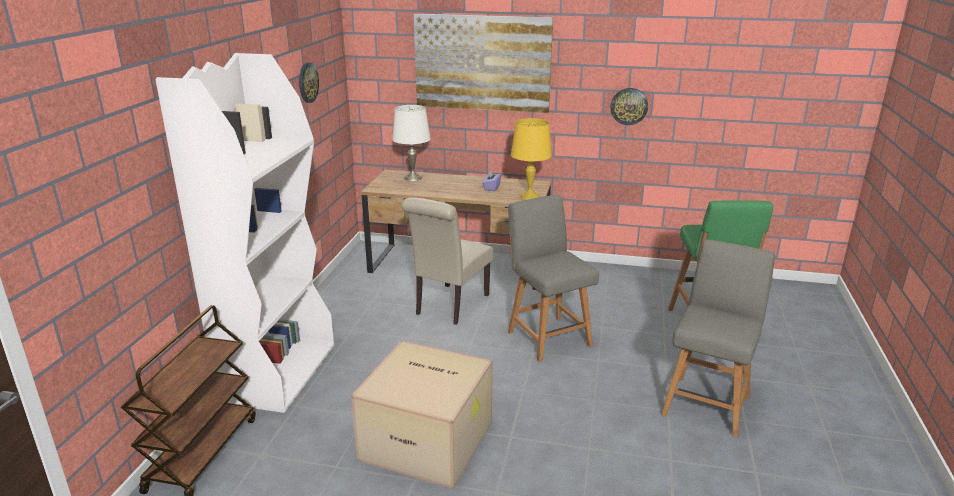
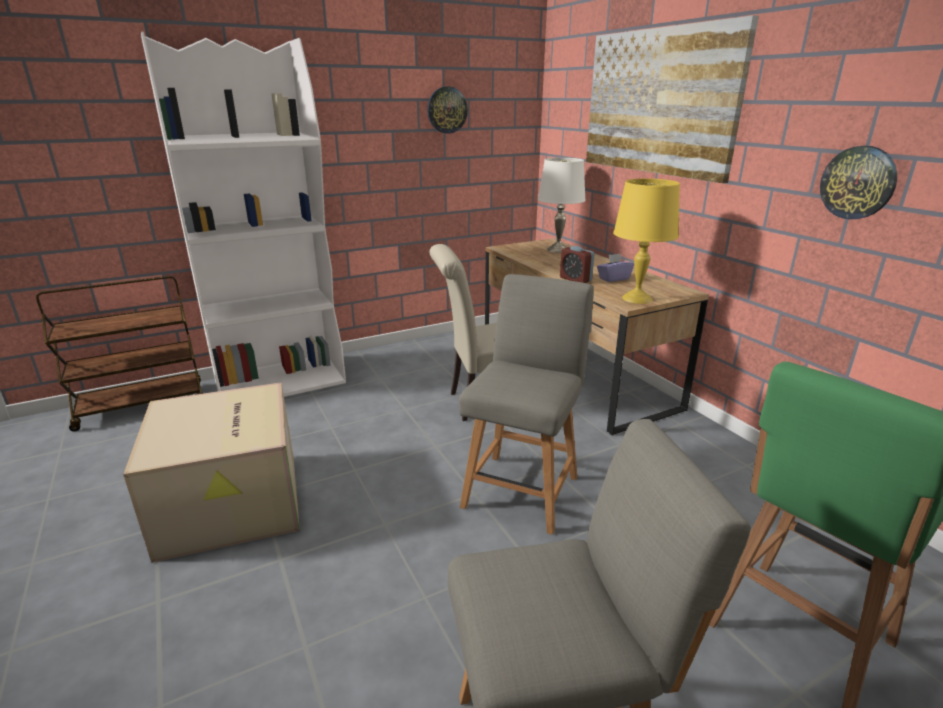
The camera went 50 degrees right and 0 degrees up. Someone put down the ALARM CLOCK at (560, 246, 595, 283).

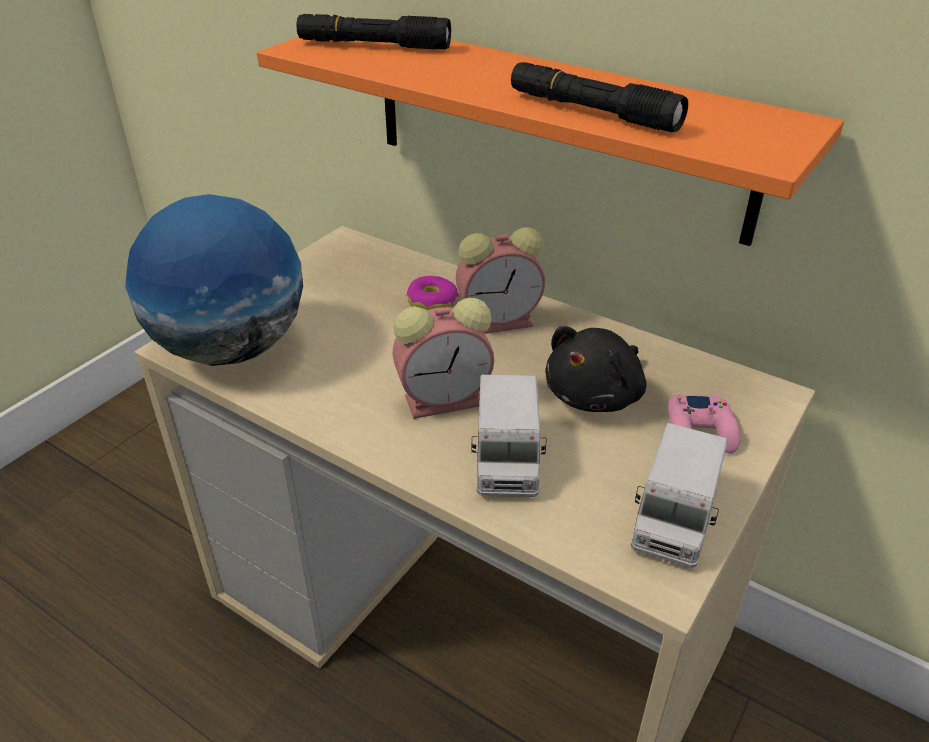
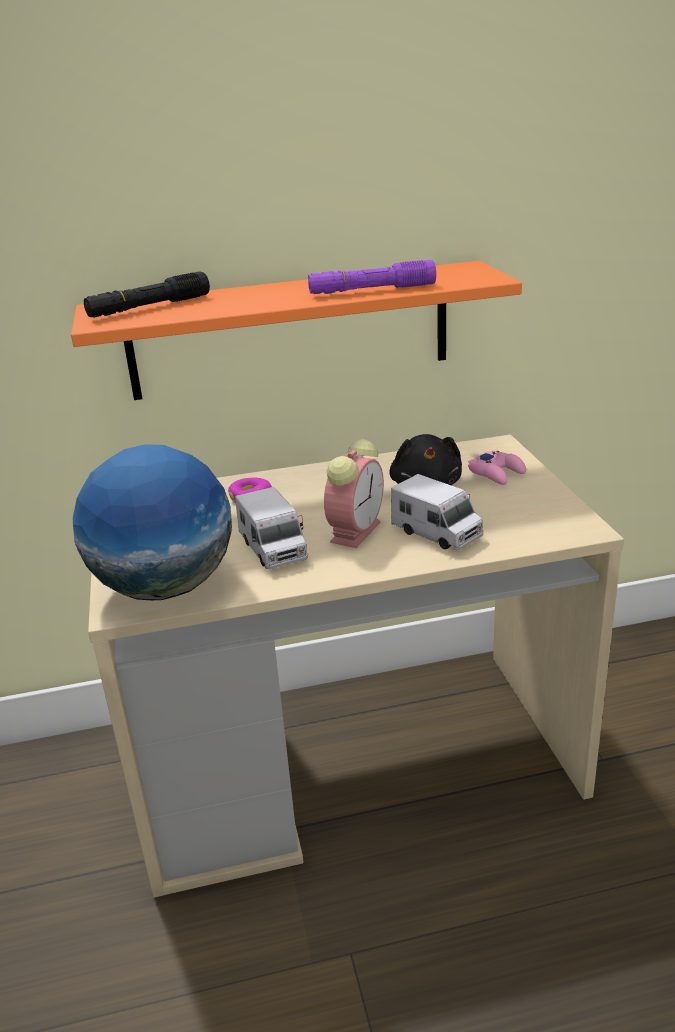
The camera went 45 degrees left and 10 degrees down. Someone took away the ALARM CLOCK at (456, 227, 545, 334). Someone carried the TOY TRUCK from (631, 423, 728, 568) to (235, 487, 308, 569). Someone repainted the BLACK FLASHLIGHT at (511, 62, 688, 132), which became the PURPLE FLASHLIGHT at (308, 260, 436, 294).

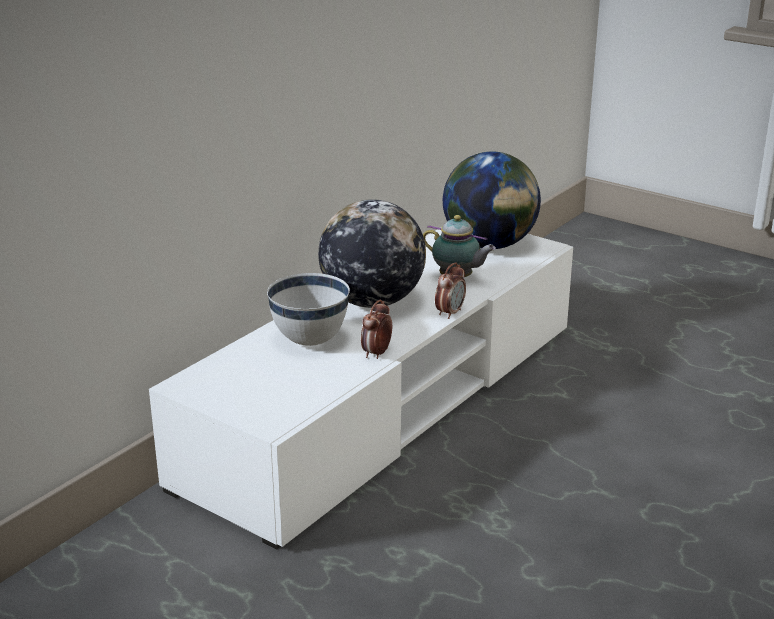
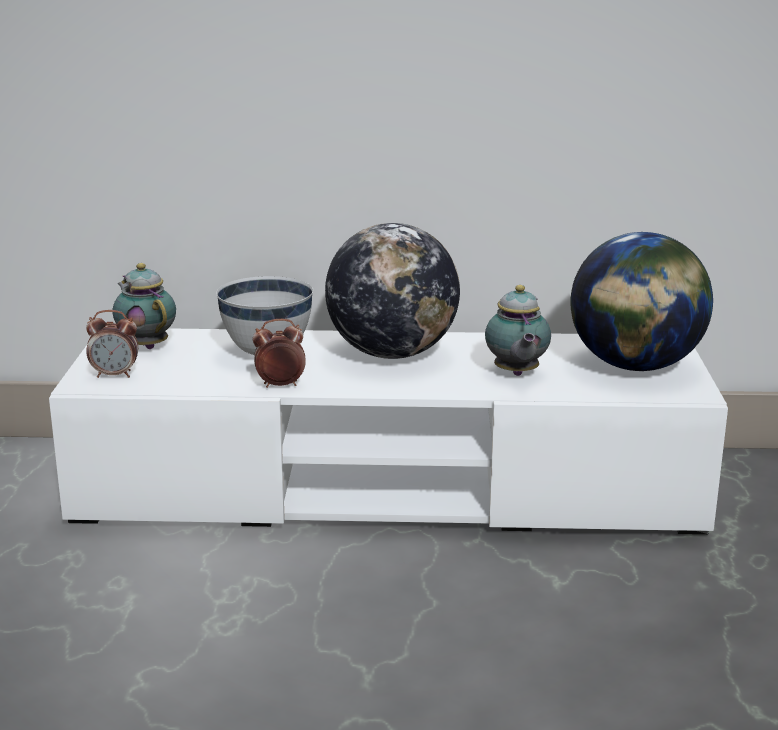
The camera went 55 degrees right and 5 degrees down. Someone put down the TEAPOT at (112, 263, 176, 349). Someone carried the ALARM CLOCK from (435, 262, 466, 319) to (86, 310, 138, 378).

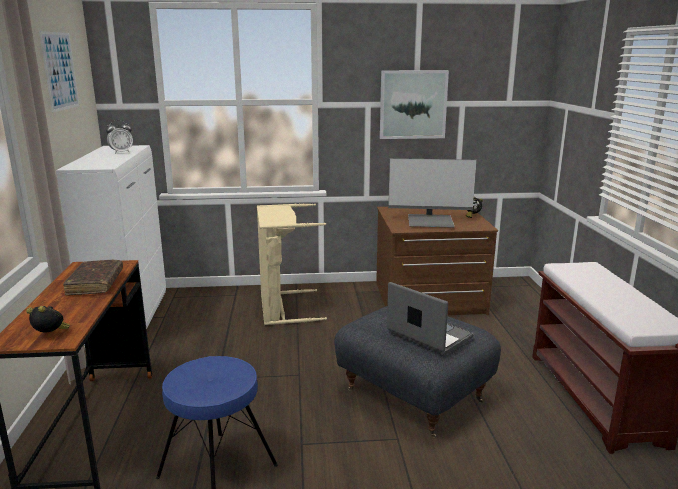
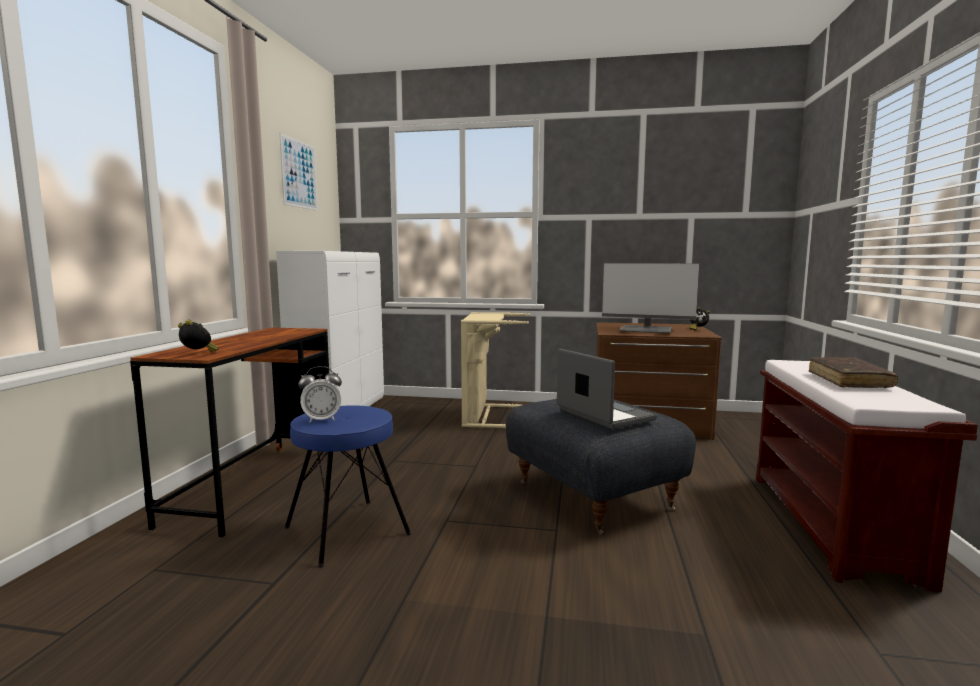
The camera went 15 degrees right and 10 degrees down. Someone took away the PICTURE at (380, 70, 449, 139). Someone carried the BROWN BOOK from (63, 260, 123, 295) to (809, 357, 898, 388). Someone carried the ALARM CLOCK from (106, 120, 133, 154) to (298, 366, 342, 423).

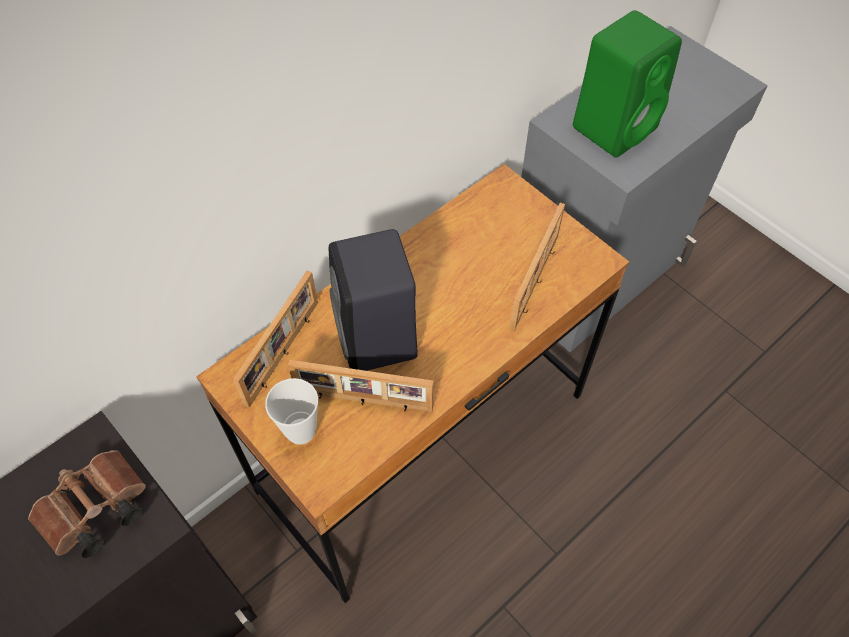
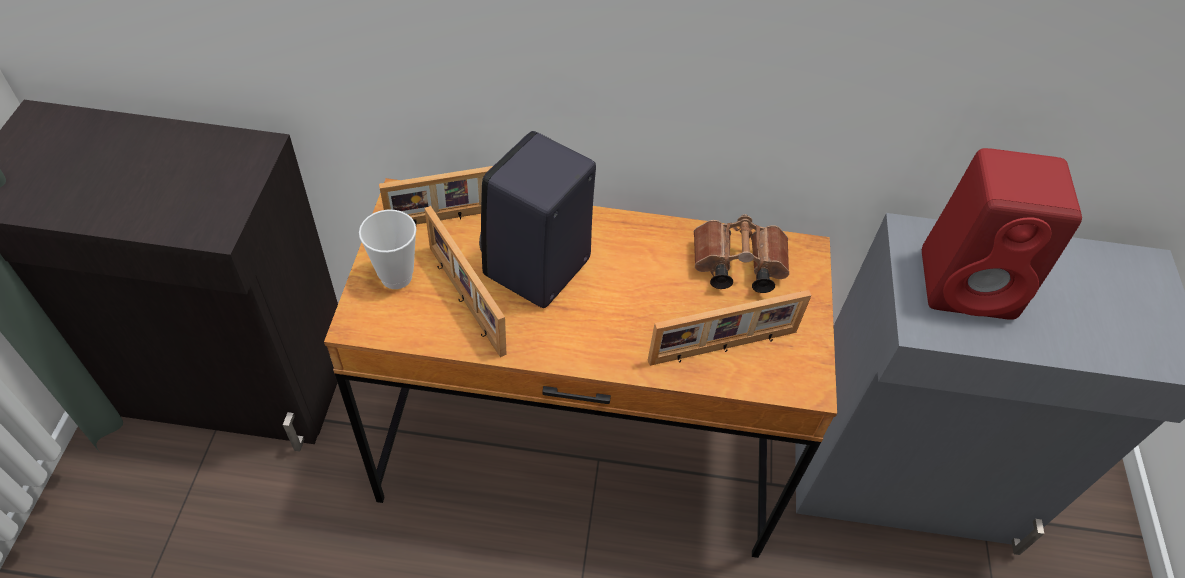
The camera went 45 degrees right and 5 degrees down. Someone carried the BROWN BINOCULARS from (28, 450, 146, 558) to (694, 214, 789, 293). Someone repainted the GREEN SPEAKER at (573, 10, 682, 157), which became the RED SPEAKER at (922, 148, 1082, 320).

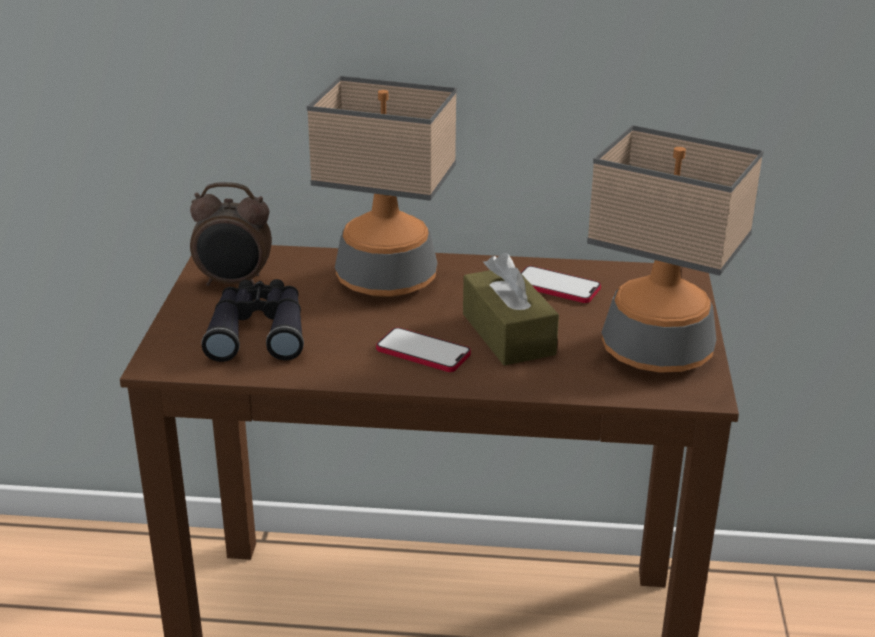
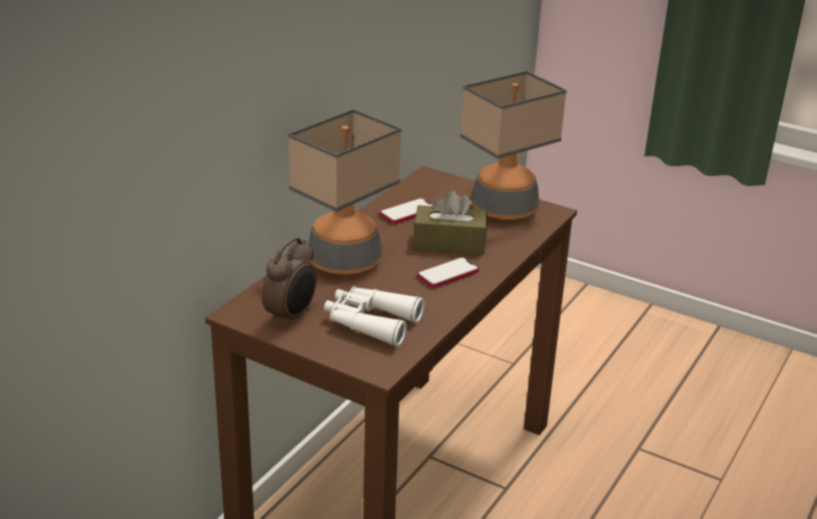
The camera went 65 degrees left and 0 degrees up. Someone repainted the BLACK BINOCULARS at (202, 279, 304, 362), which became the WHITE BINOCULARS at (324, 286, 425, 347).

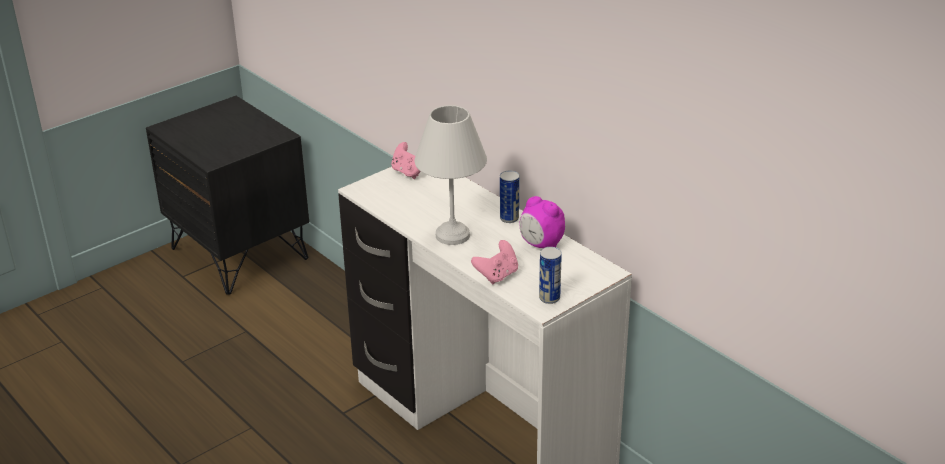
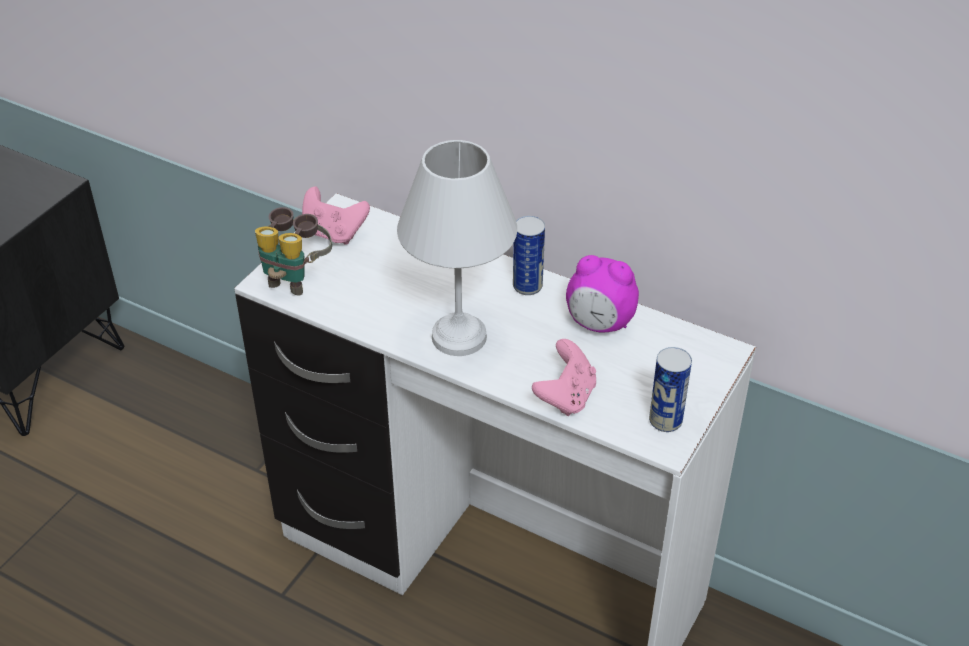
The camera went 20 degrees left and 10 degrees up. Someone put down the BINOCULARS at (255, 207, 332, 296).

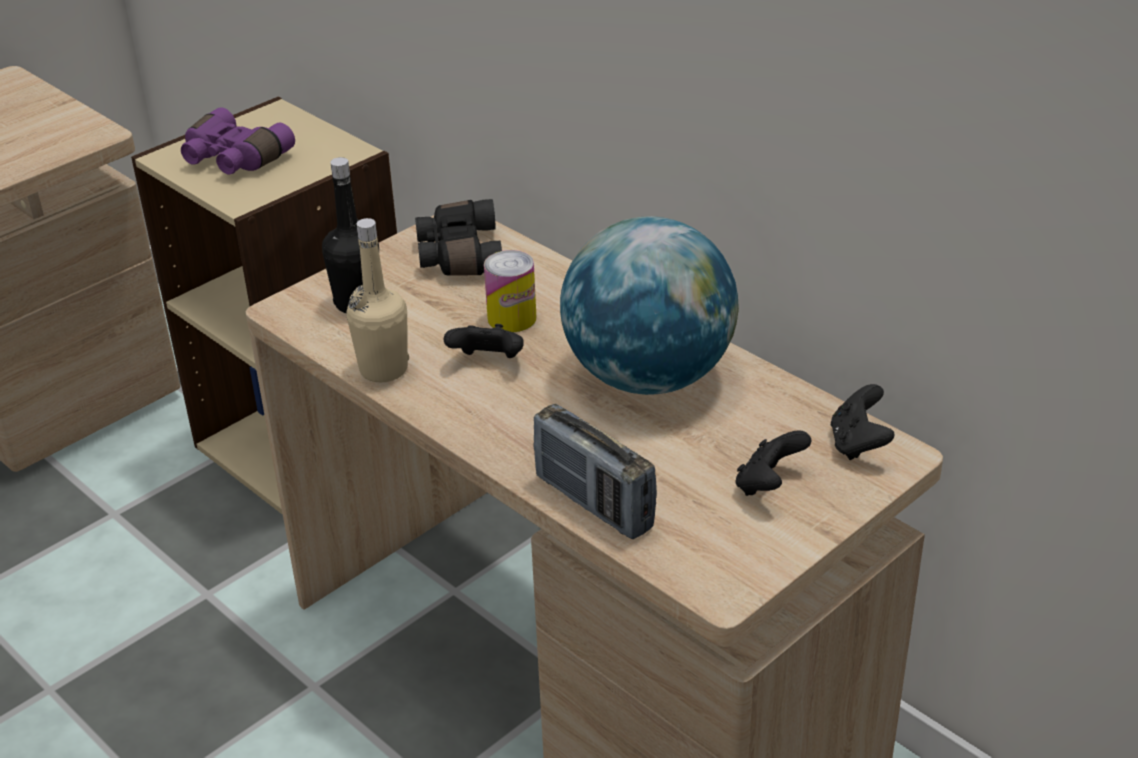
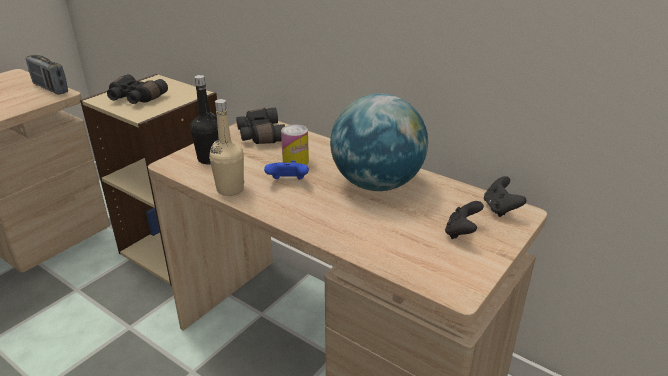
The camera went 10 degrees left and 5 degrees down. Someone carried the RADIO from (533, 404, 657, 539) to (26, 55, 68, 95). Someone repainted the PURPLE BINOCULARS at (181, 107, 295, 175), which became the BLACK BINOCULARS at (107, 74, 168, 104). Someone repainted the BLACK GAME CONTROLLER at (444, 324, 524, 358), which became the BLUE GAME CONTROLLER at (264, 160, 309, 180).

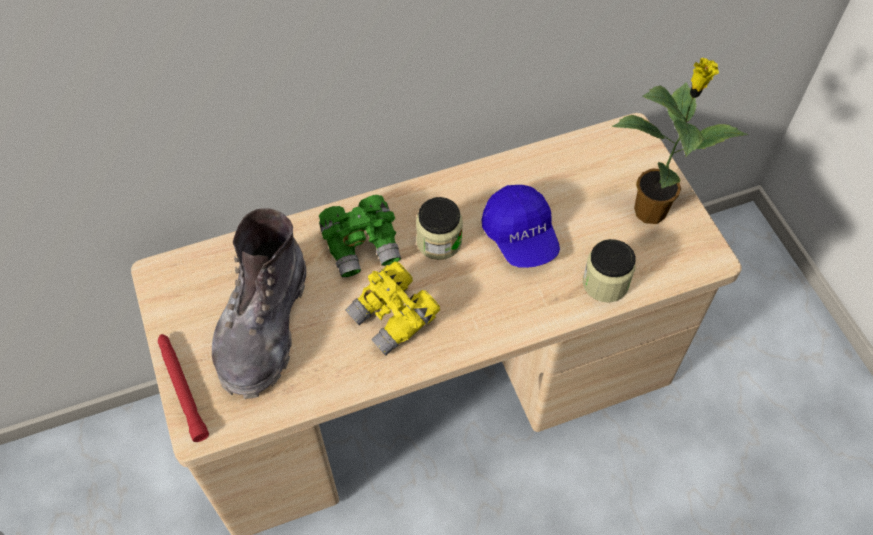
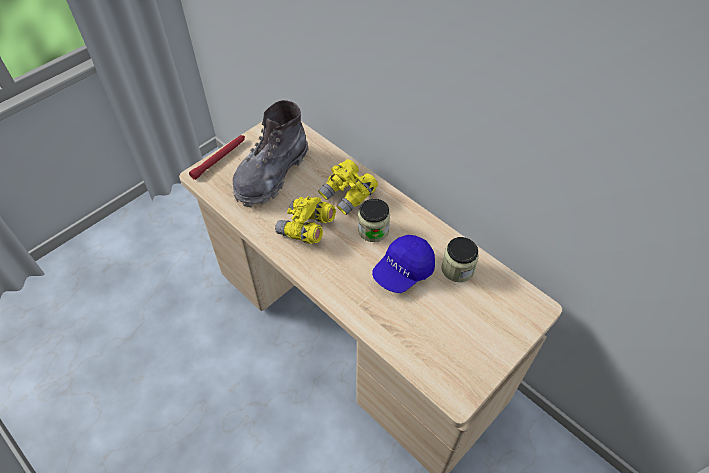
The camera went 65 degrees right and 5 degrees down. Someone took away the POTTED PLANT at (612, 58, 749, 224). Someone carried the JAR from (583, 239, 635, 302) to (442, 237, 479, 282). Someone repainted the GREEN BINOCULARS at (319, 195, 401, 278), which became the YELLOW BINOCULARS at (318, 159, 378, 215). Someone rotated the GREY BOOT at (212, 208, 306, 399) by 45 degrees counterclockwise.

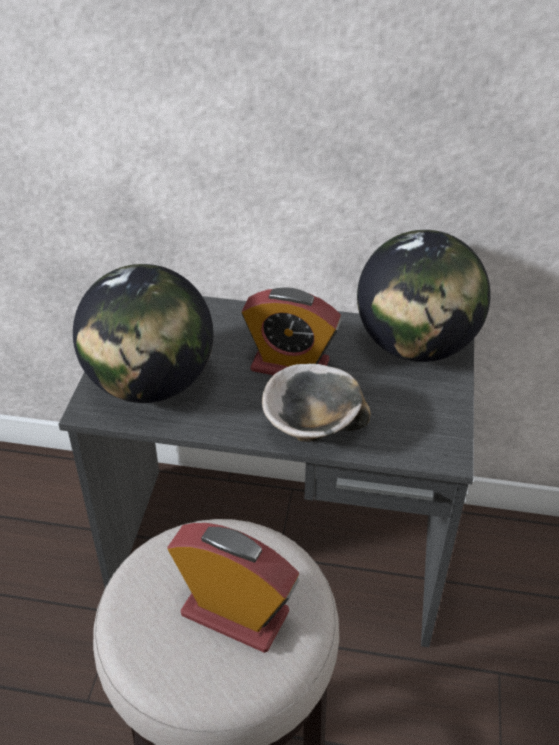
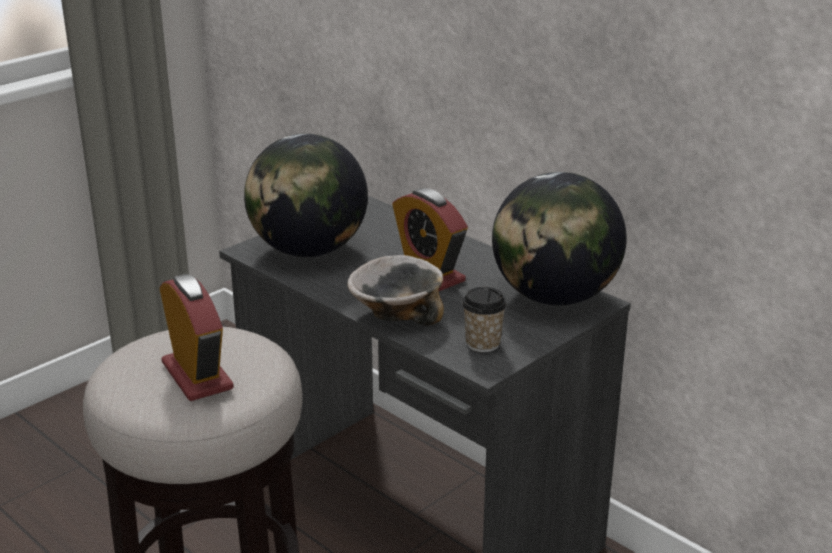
The camera went 35 degrees right and 15 degrees down. Someone put down the CUP at (462, 287, 507, 352).

